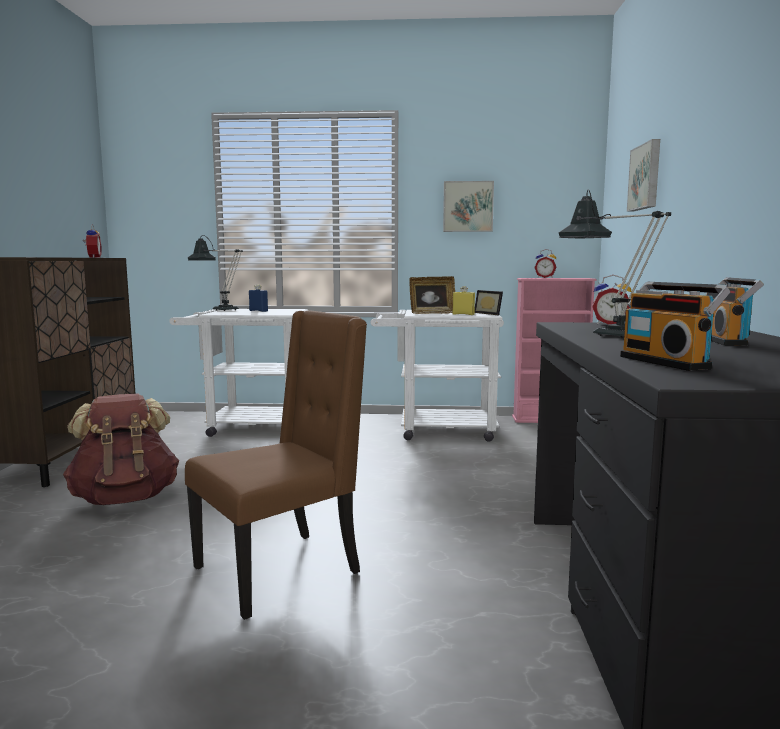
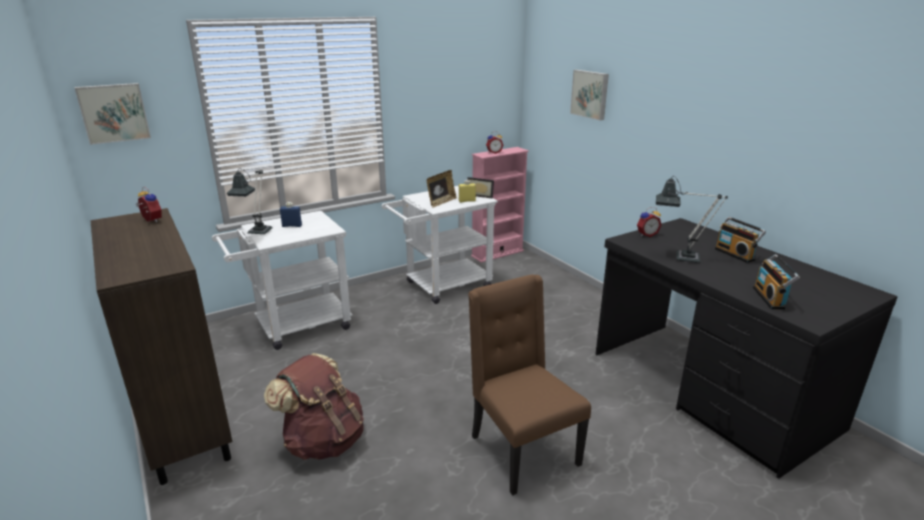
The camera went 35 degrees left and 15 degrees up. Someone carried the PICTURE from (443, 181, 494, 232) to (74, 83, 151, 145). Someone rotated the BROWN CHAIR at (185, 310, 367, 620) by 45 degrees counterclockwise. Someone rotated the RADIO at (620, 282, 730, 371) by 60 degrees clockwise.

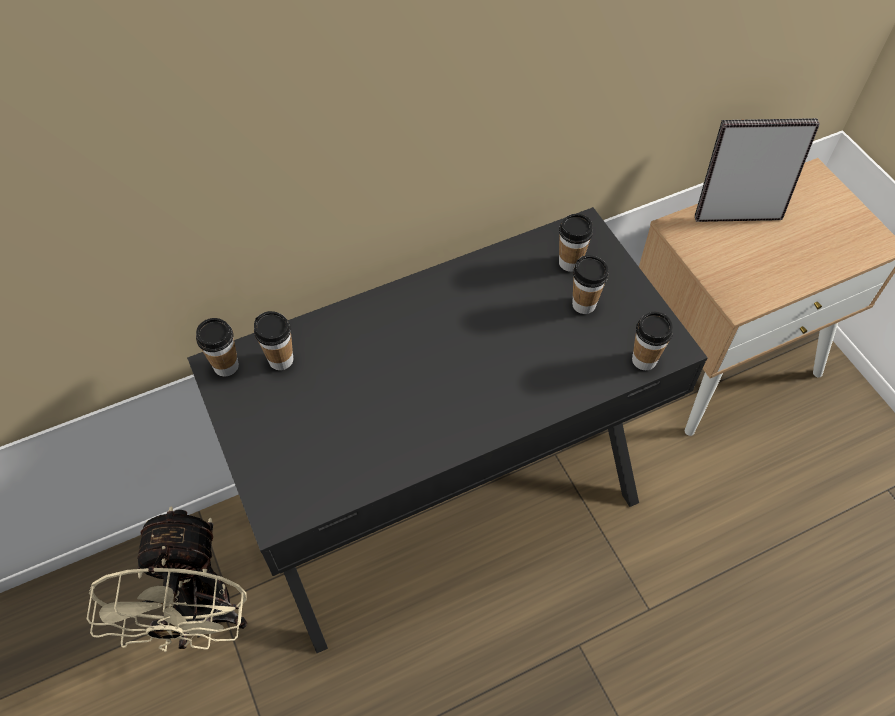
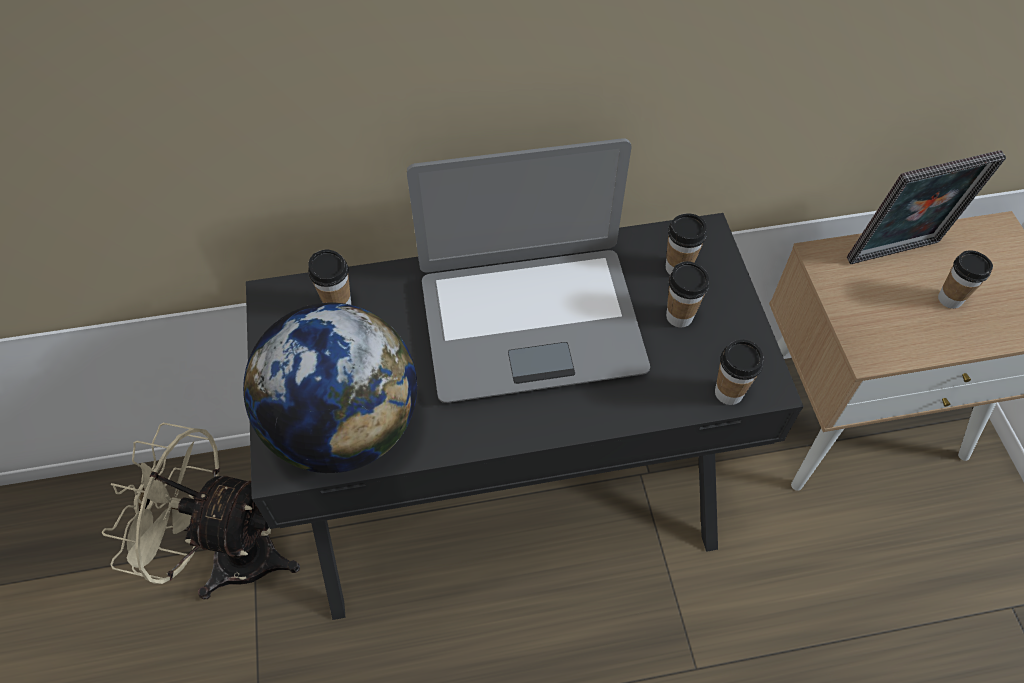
The camera went 15 degrees right and 0 degrees up. Someone put down the GLOBE at (243, 303, 417, 473). Someone put down the LAPTOP at (407, 138, 650, 403). Someone carried the CUP from (196, 318, 239, 377) to (938, 250, 993, 309). Someone rotated the BEIGE FAN at (87, 506, 247, 652) by 90 degrees clockwise. Someone rotated the PICTURE FRAME at (695, 118, 820, 222) by 150 degrees clockwise.

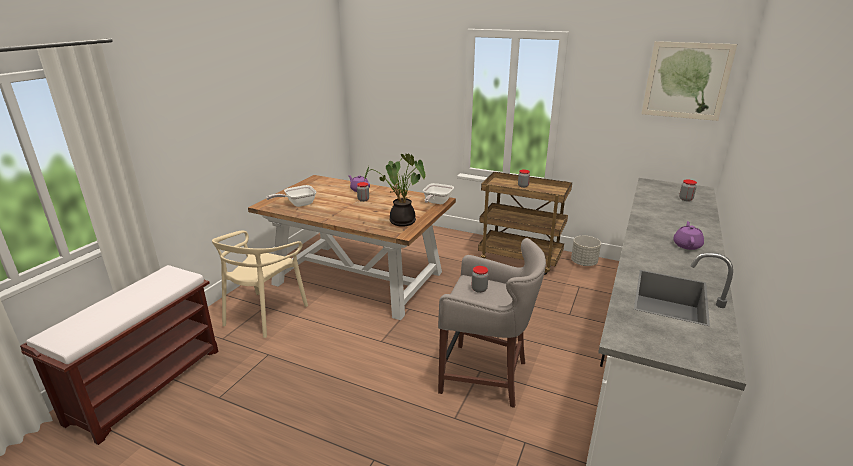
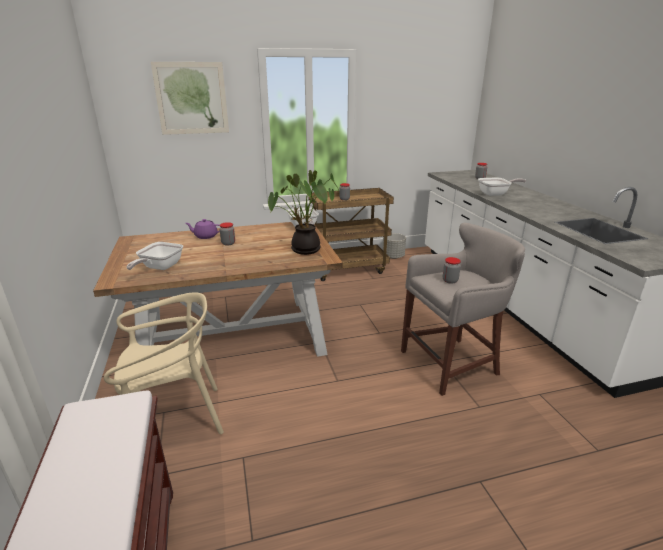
The camera went 40 degrees left and 0 degrees up. Someone took away the PURPLE TEAPOT at (673, 221, 704, 250). Someone put down the FRYING PAN at (478, 178, 526, 196). Someone carried the PICTURE from (641, 41, 737, 121) to (151, 62, 229, 135). Someone rotated the BEIGE CHAIR at (212, 230, 308, 338) by 90 degrees counterclockwise.

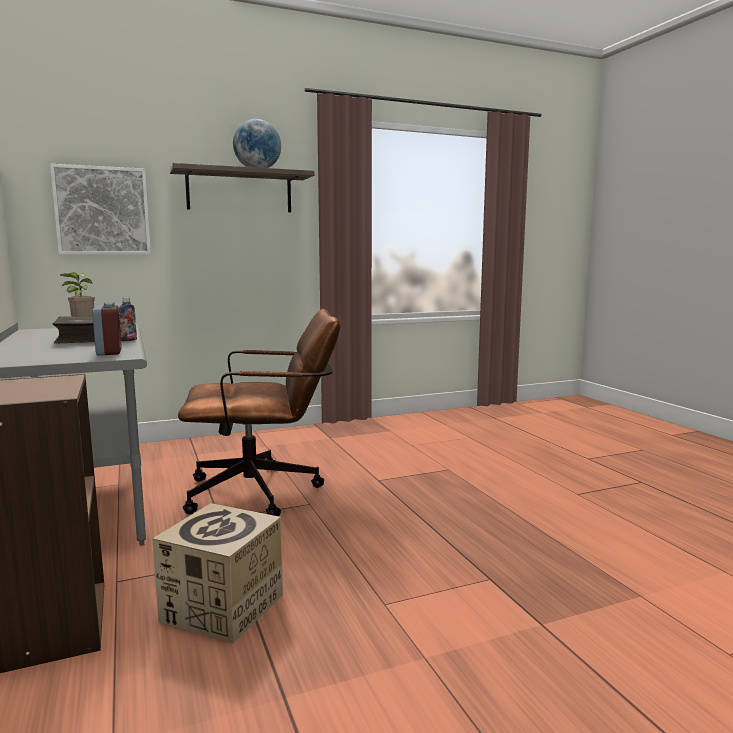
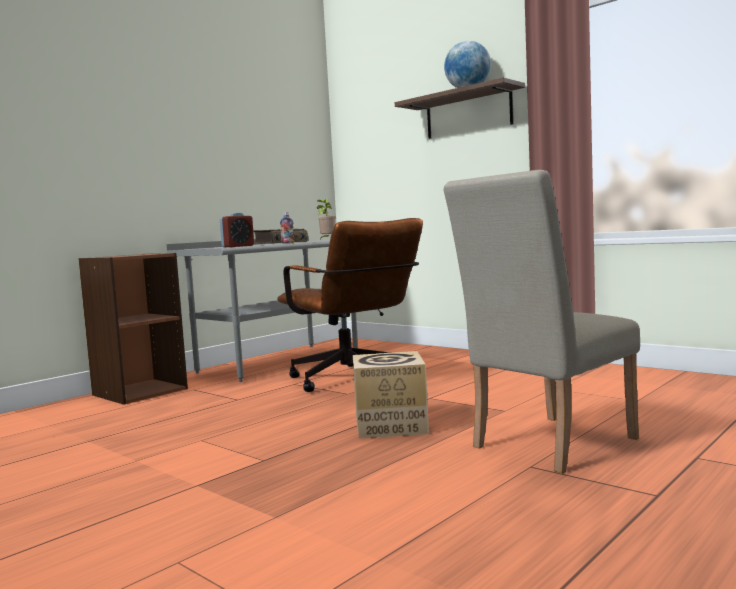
The camera went 65 degrees right and 5 degrees down. Someone took away the PICTURE at (50, 164, 151, 255). Someone put down the BEIGE CHAIR at (443, 170, 640, 474). Someone carried the CARDBOARD BOX from (152, 503, 283, 643) to (353, 351, 429, 438).

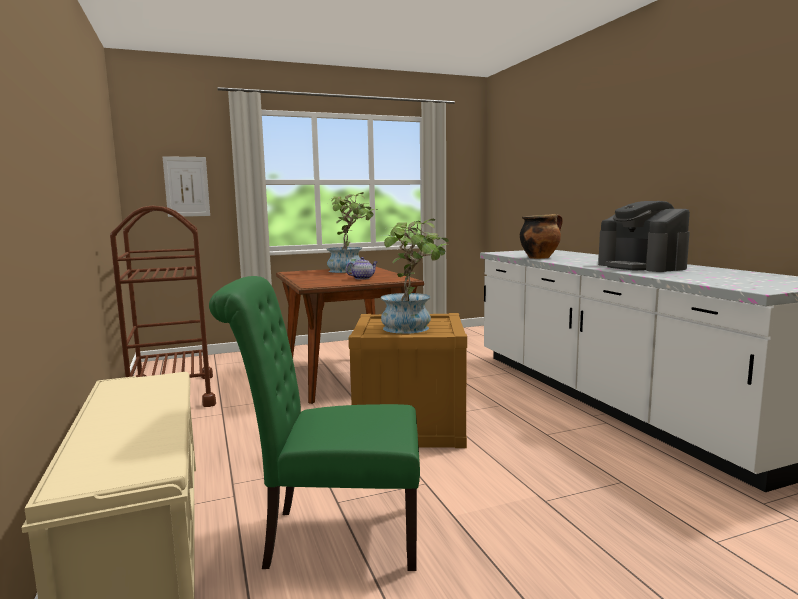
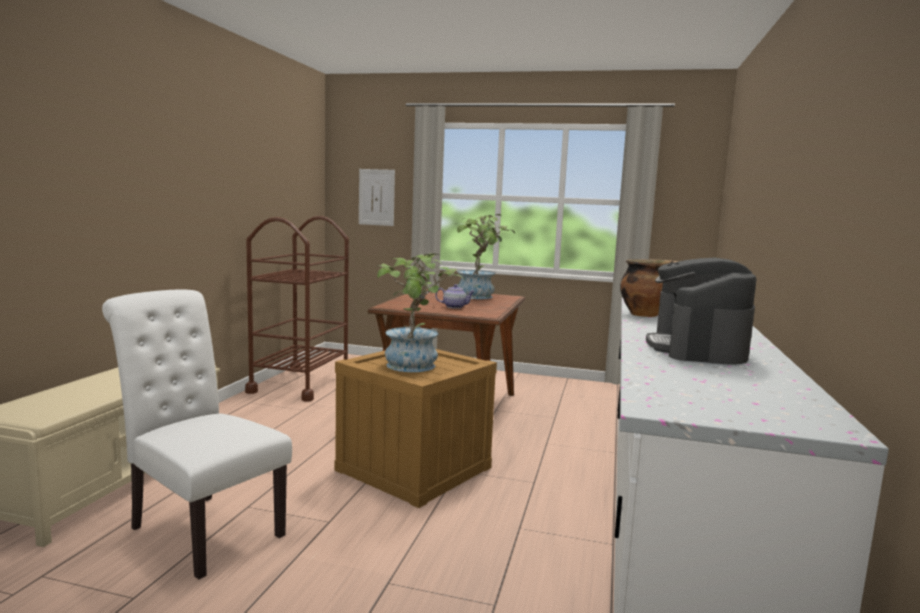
The camera went 35 degrees right and 0 degrees up. Someone repainted the GREEN CHAIR at (209, 276, 420, 571), which became the WHITE CHAIR at (102, 289, 292, 579).

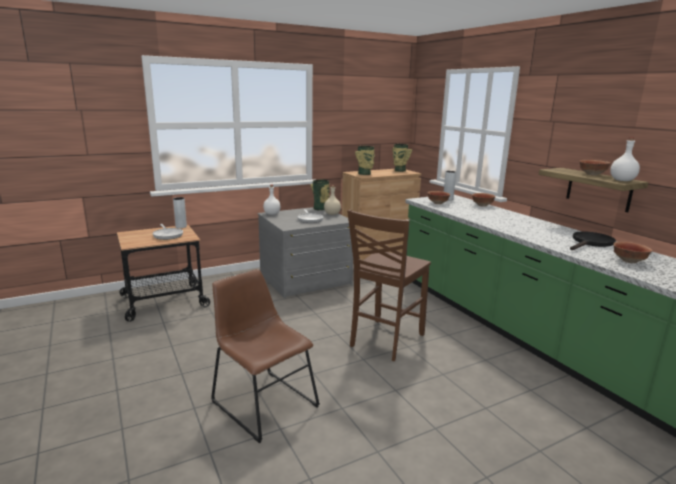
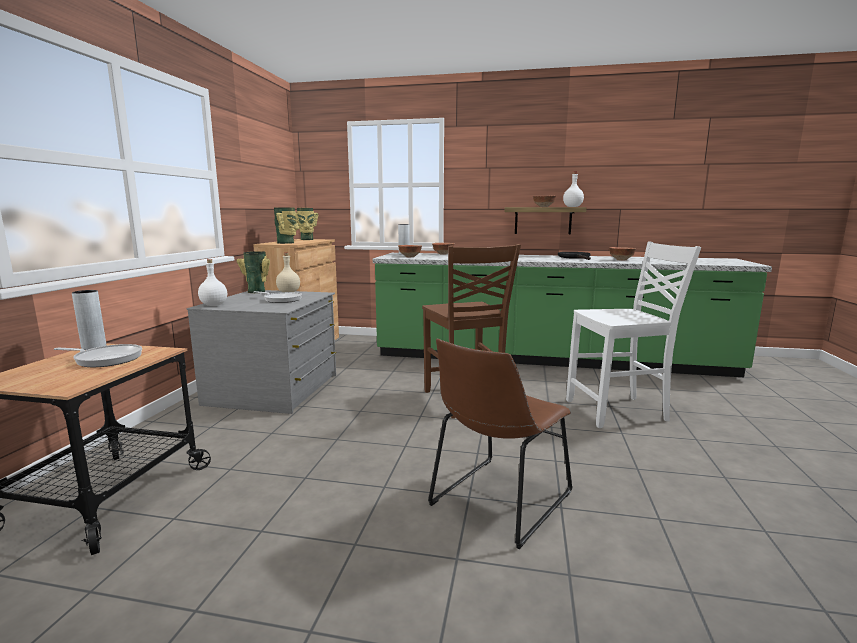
The camera went 50 degrees left and 5 degrees down. Someone put down the WHITE CHAIR at (566, 241, 701, 428). Someone rotated the BROWN CHAIR at (211, 269, 320, 443) by 45 degrees counterclockwise.

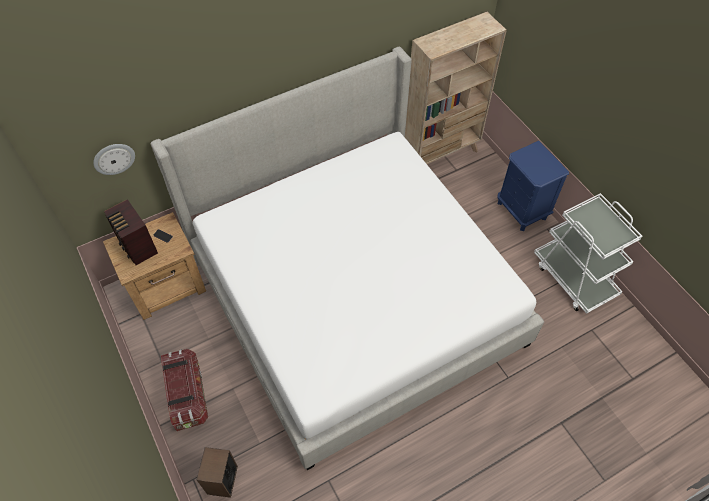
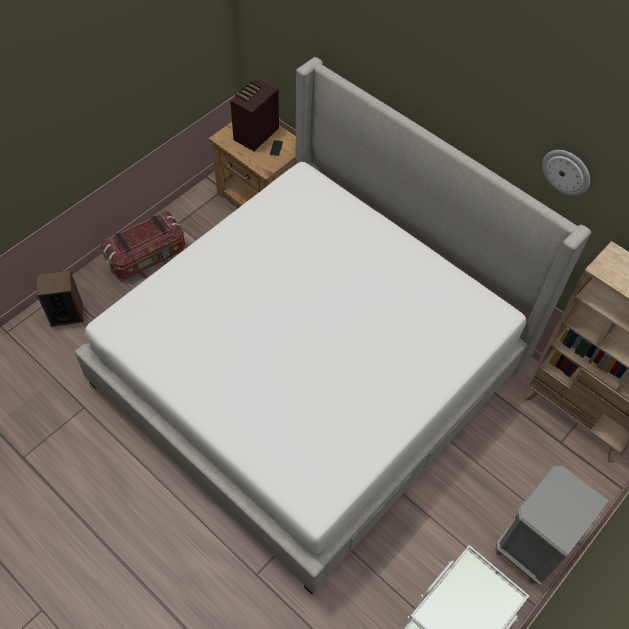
The camera went 70 degrees right and 0 degrees up. Someone carried the WALL CLOCK from (93, 144, 135, 175) to (542, 150, 590, 196). Someone repainted the BLUE NIGHTSTAND at (497, 141, 569, 231), which became the GREY NIGHTSTAND at (495, 466, 609, 586).

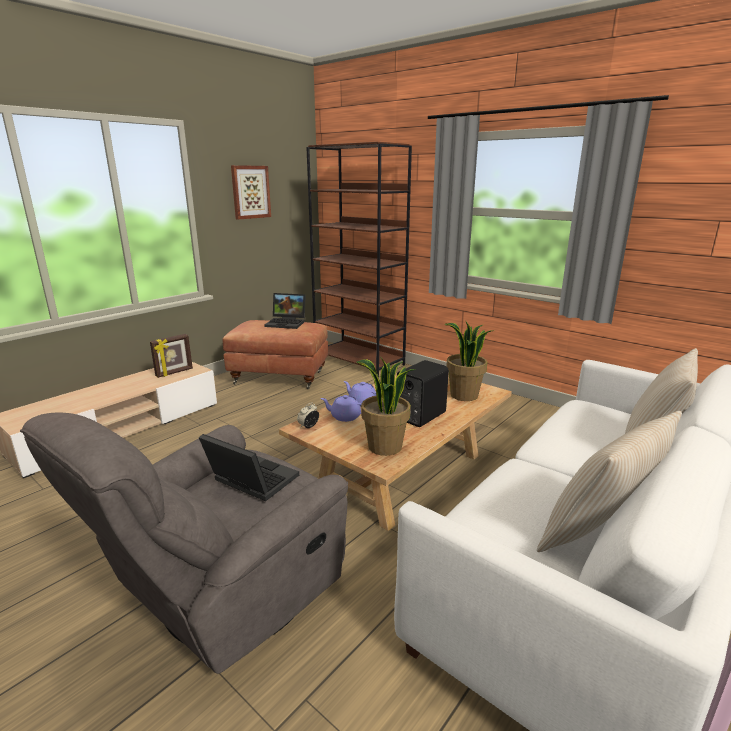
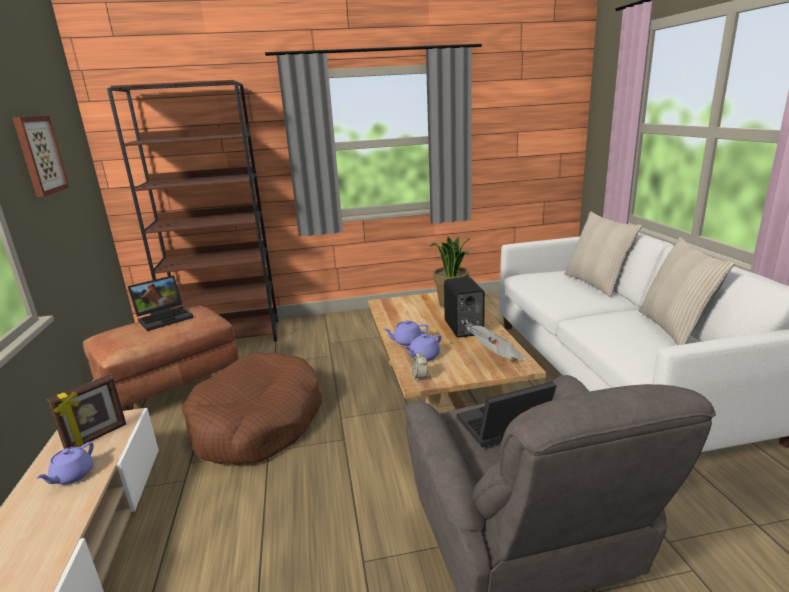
The camera went 50 degrees left and 0 degrees up. Someone put down the PURPLE TEAPOT at (36, 442, 94, 484). Someone put down the BROWN DOG BED at (182, 352, 322, 465). Someone swapped the POTTED PLANT at (356, 358, 416, 456) for the NEWSPAPER at (467, 325, 527, 361). Someone rotated the PICTURE FRAME at (150, 334, 193, 378) by 45 degrees clockwise.

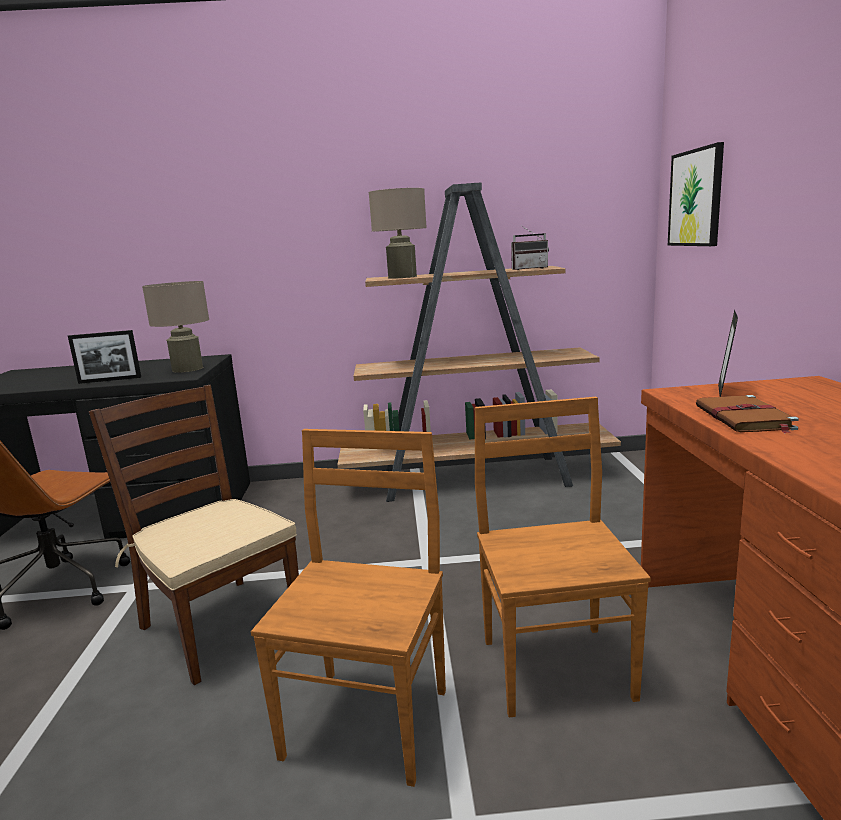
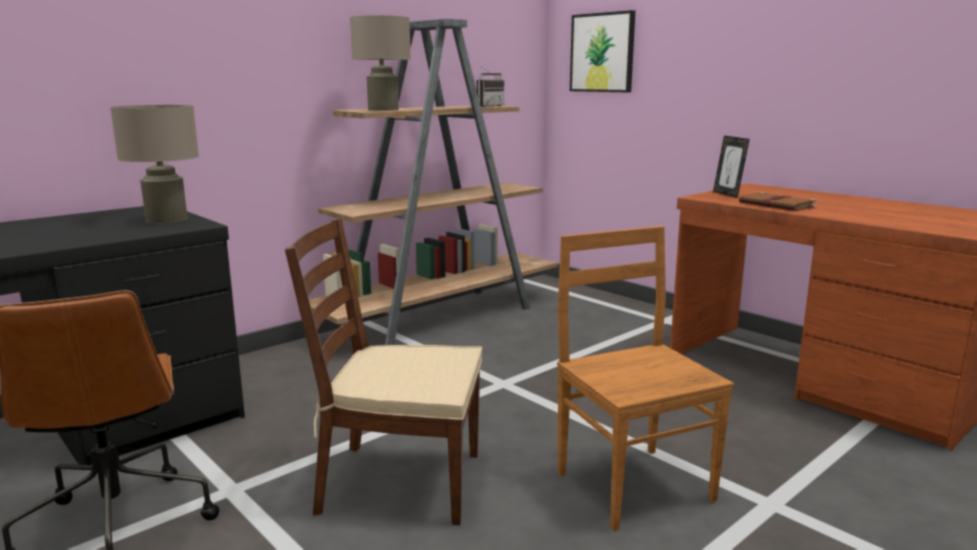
The camera went 40 degrees left and 0 degrees up. Someone took away the PICTURE FRAME at (68, 330, 141, 384). Someone took away the BROWN CHAIR at (475, 397, 651, 718).

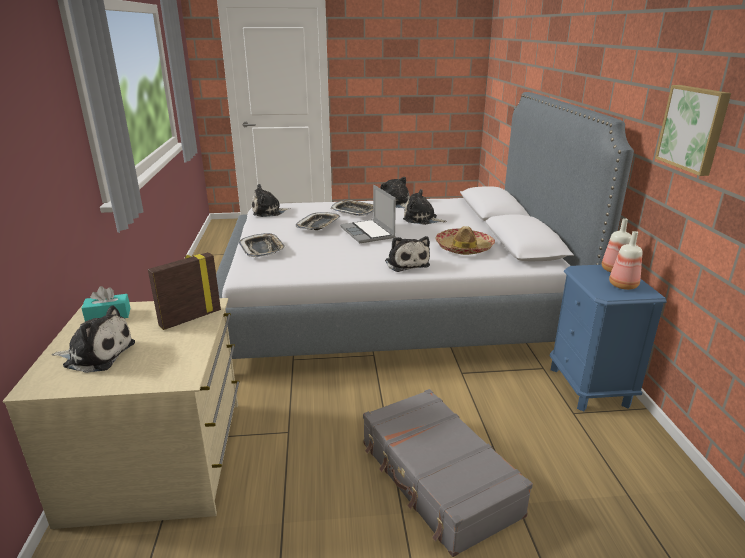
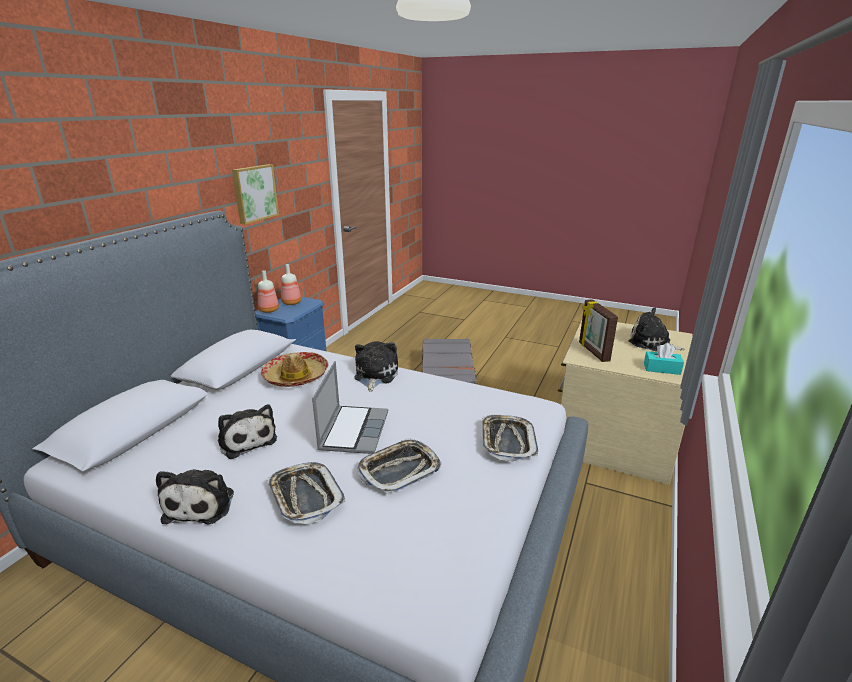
The camera went 150 degrees left and 0 degrees up. Someone took away the PLUSH TOY at (252, 184, 288, 217). Someone rotated the PICTURE FRAME at (148, 252, 221, 330) by 90 degrees clockwise.

